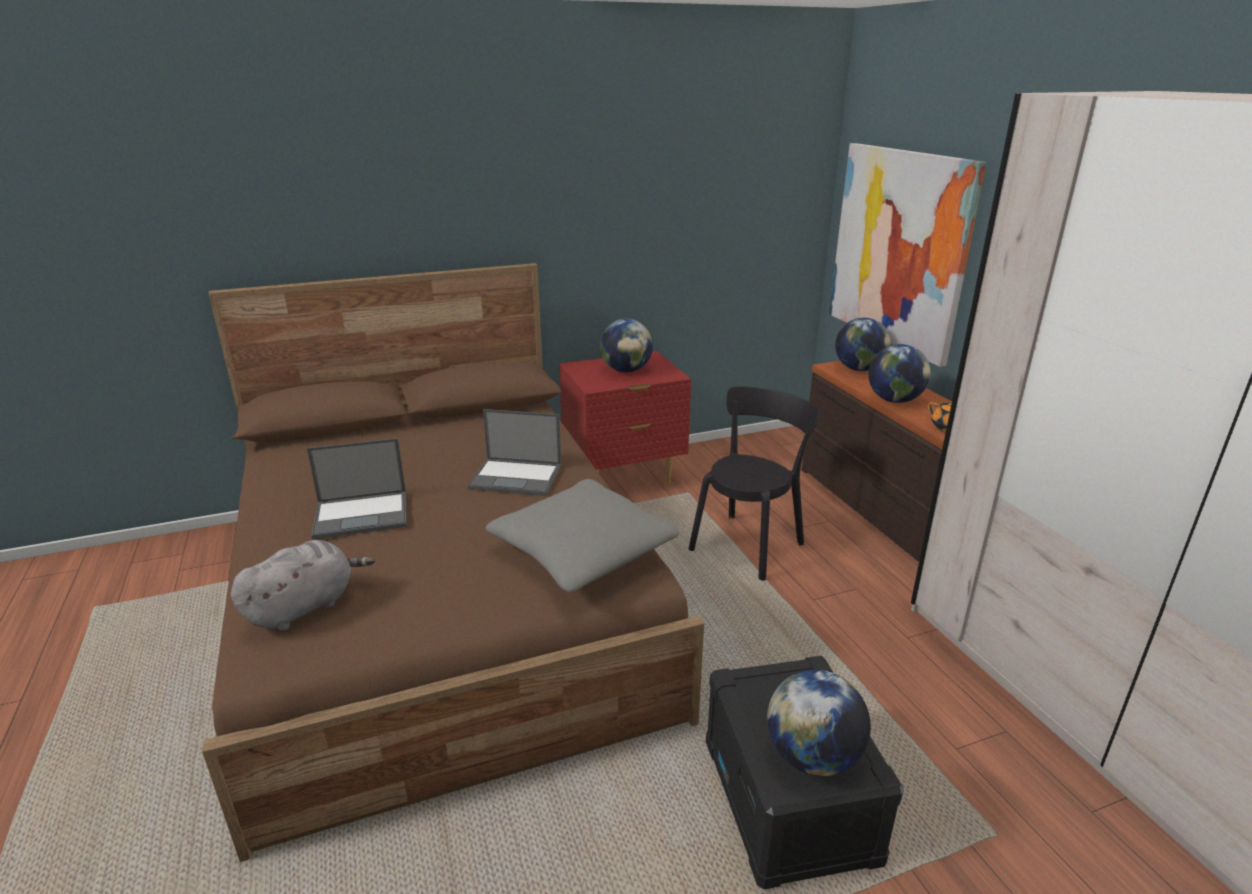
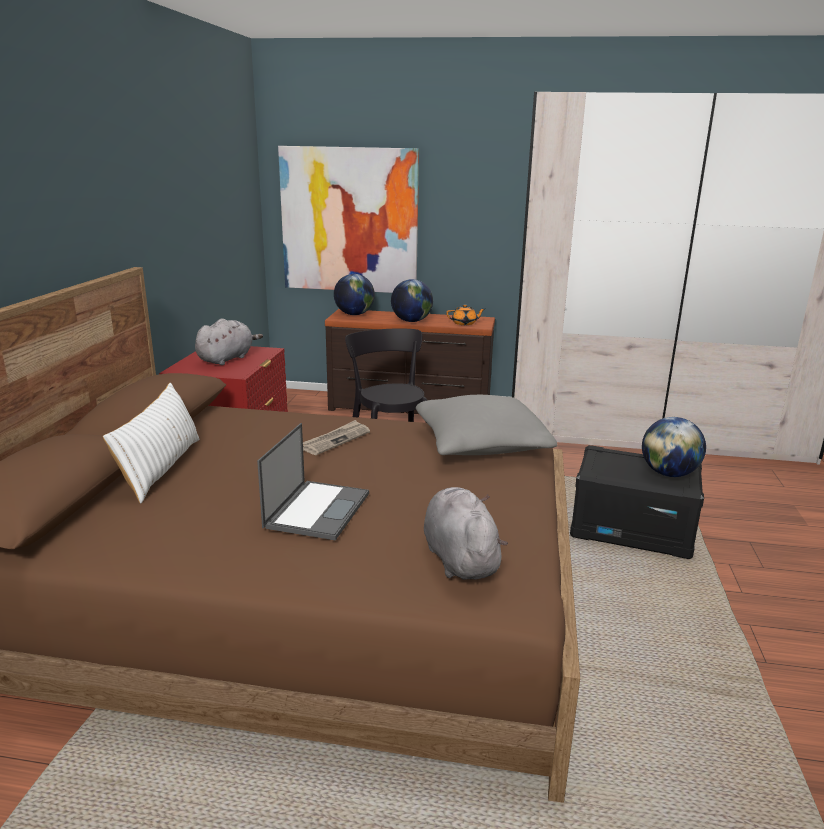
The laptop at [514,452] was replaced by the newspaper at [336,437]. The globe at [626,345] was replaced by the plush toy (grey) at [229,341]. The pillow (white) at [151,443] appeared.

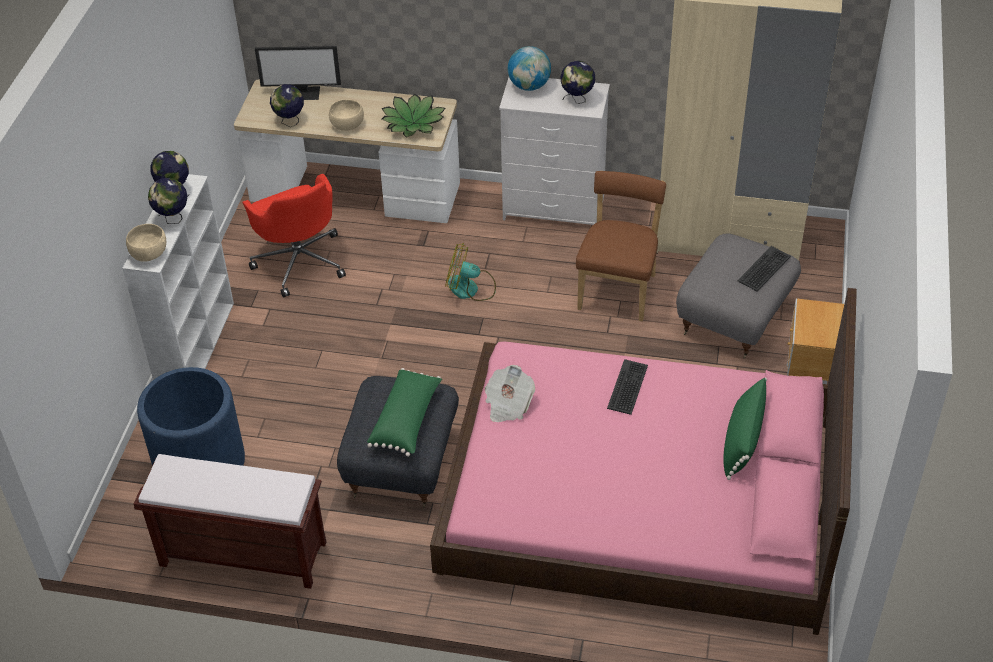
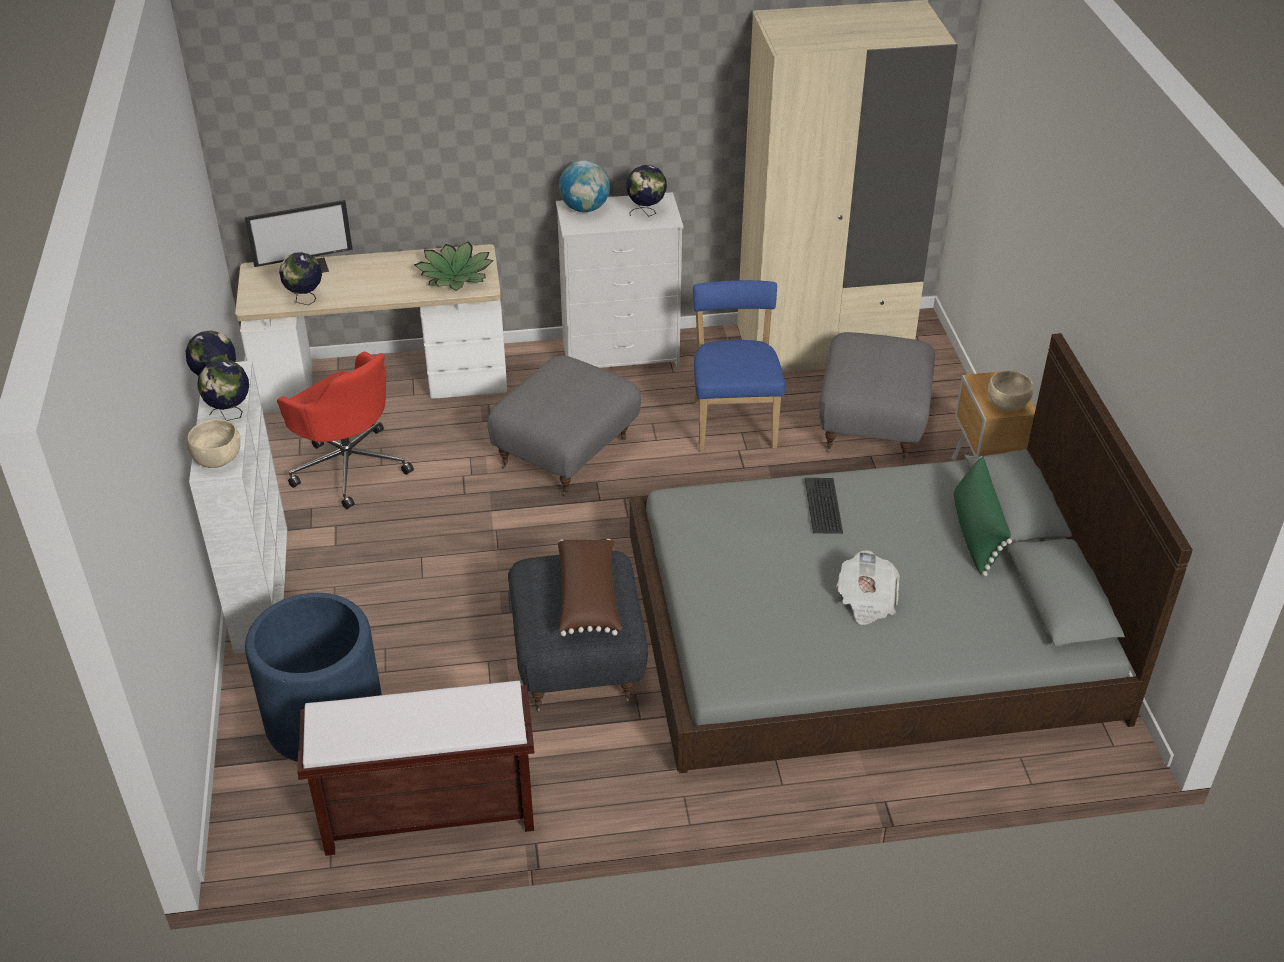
The bowl (beige) moved from [346,115] to [1010,391]. The pillow (green) at [404,412] became the pillow (brown) at [590,587]. The bed (pink) at [643,461] became the bed (grey) at [911,553]. The fan at [470,272] was replaced by the ottoman (grey) at [564,426]. The newspaper moved from [509,393] to [868,587]. The chair (brown) at [621,246] became the chair (blue) at [739,365]. The keyboard at [764,269] disappeared.

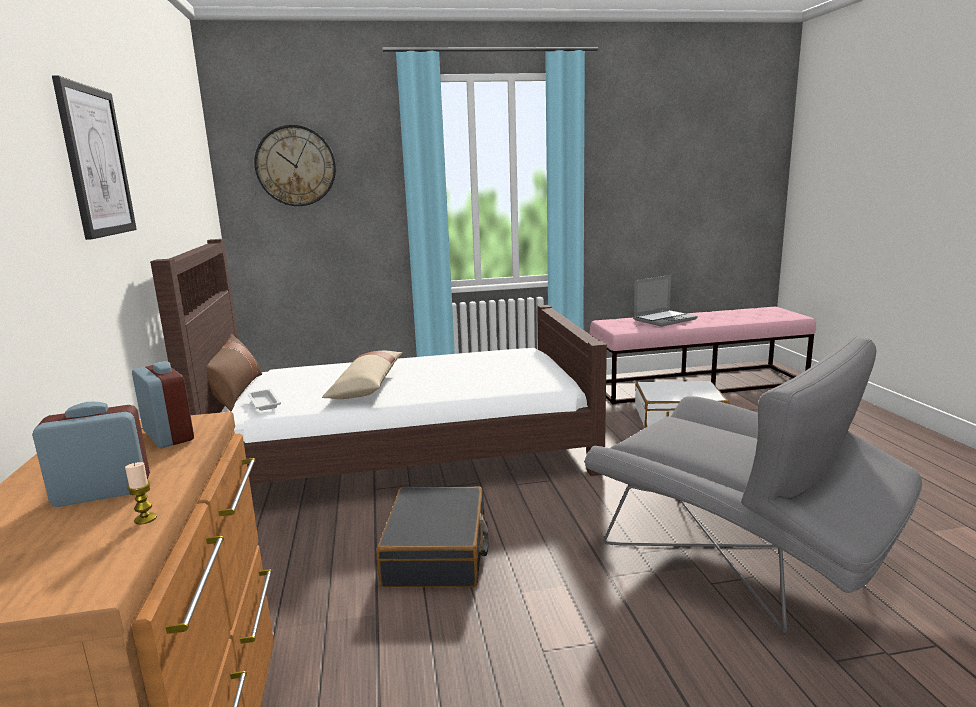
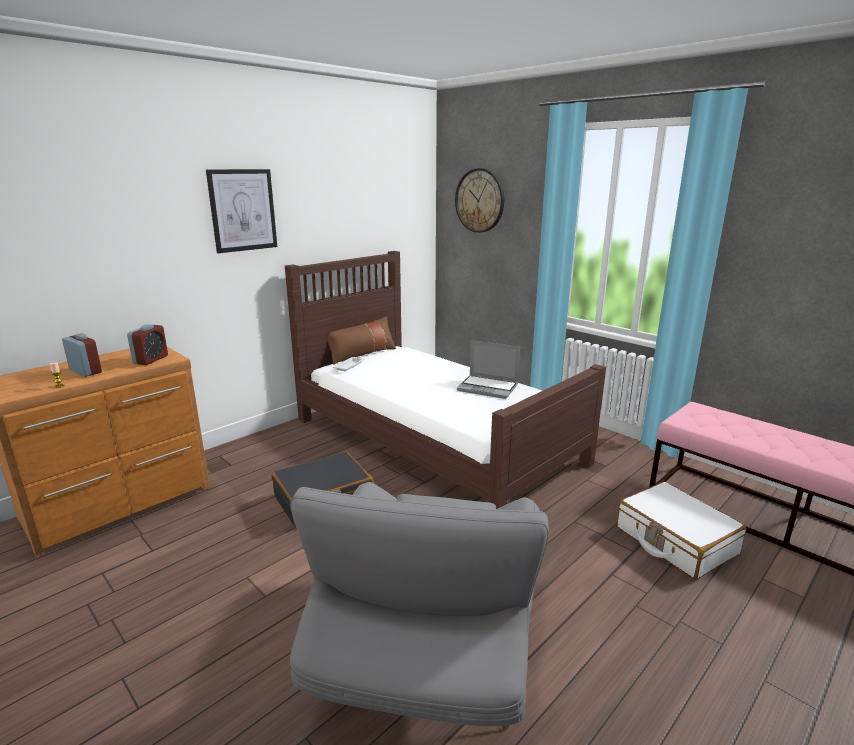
The pillow (beige) at [362,375] disappeared. The laptop moved from [665,301] to [488,369].

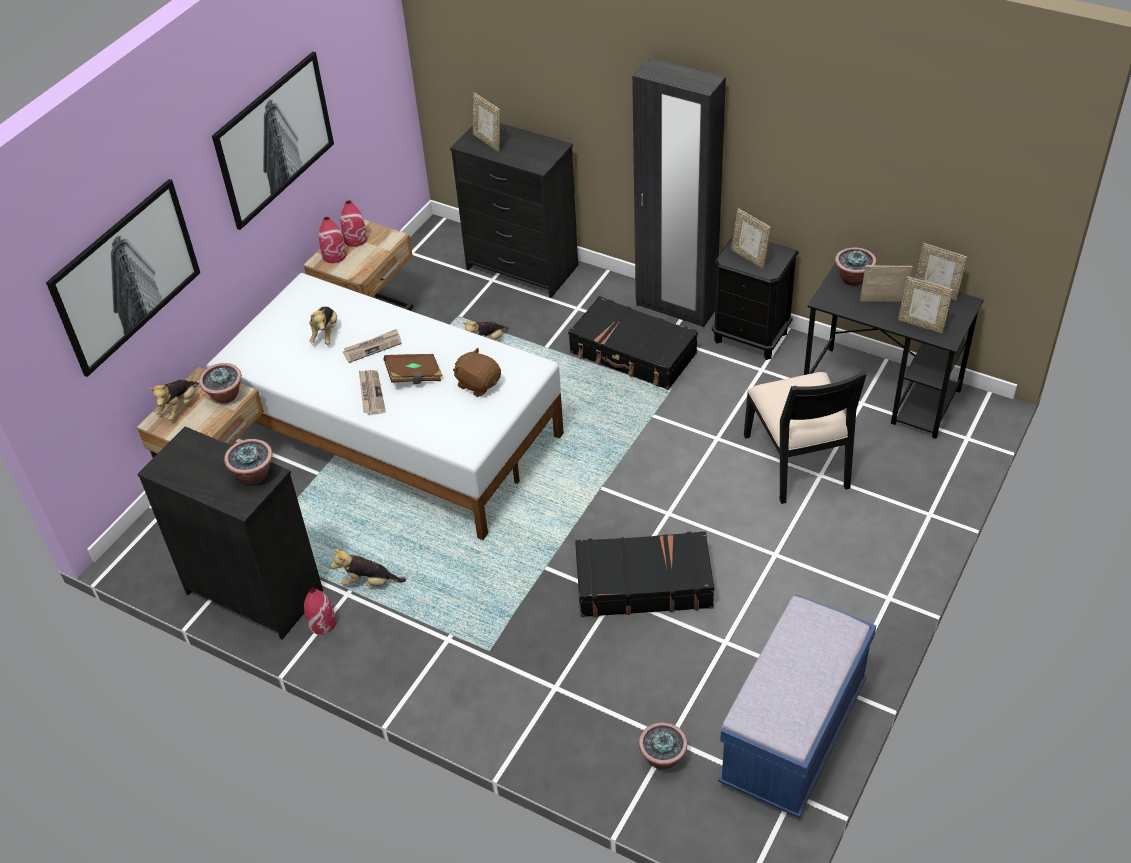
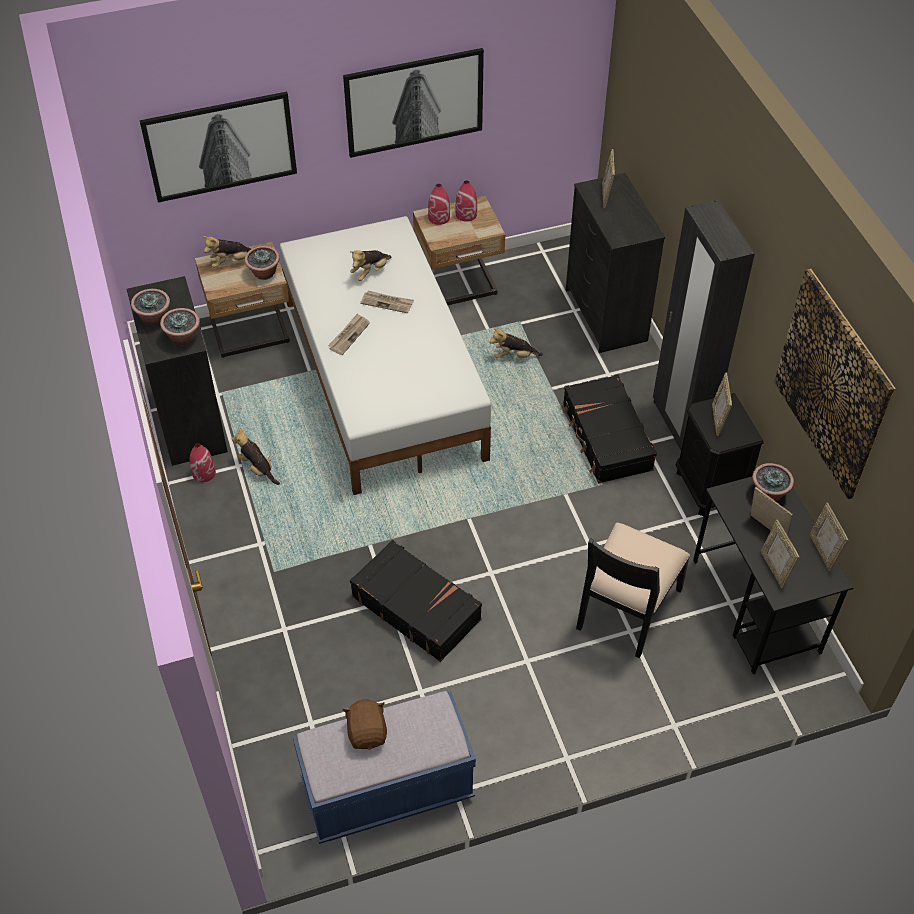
The book (brown) at [413,369] disappeared. The plush toy (brown) moved from [477,372] to [365,724]. The potted plant moved from [663,746] to [150,307]. The picture at [835,384] appeared.

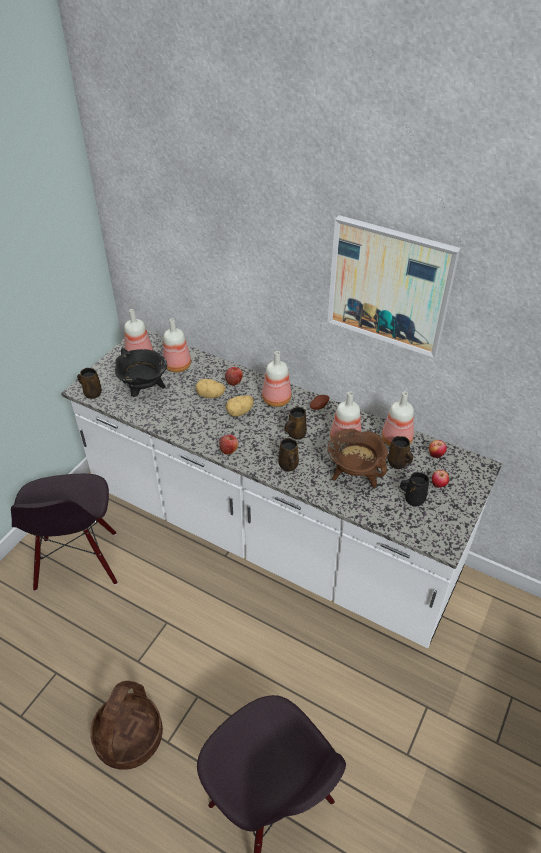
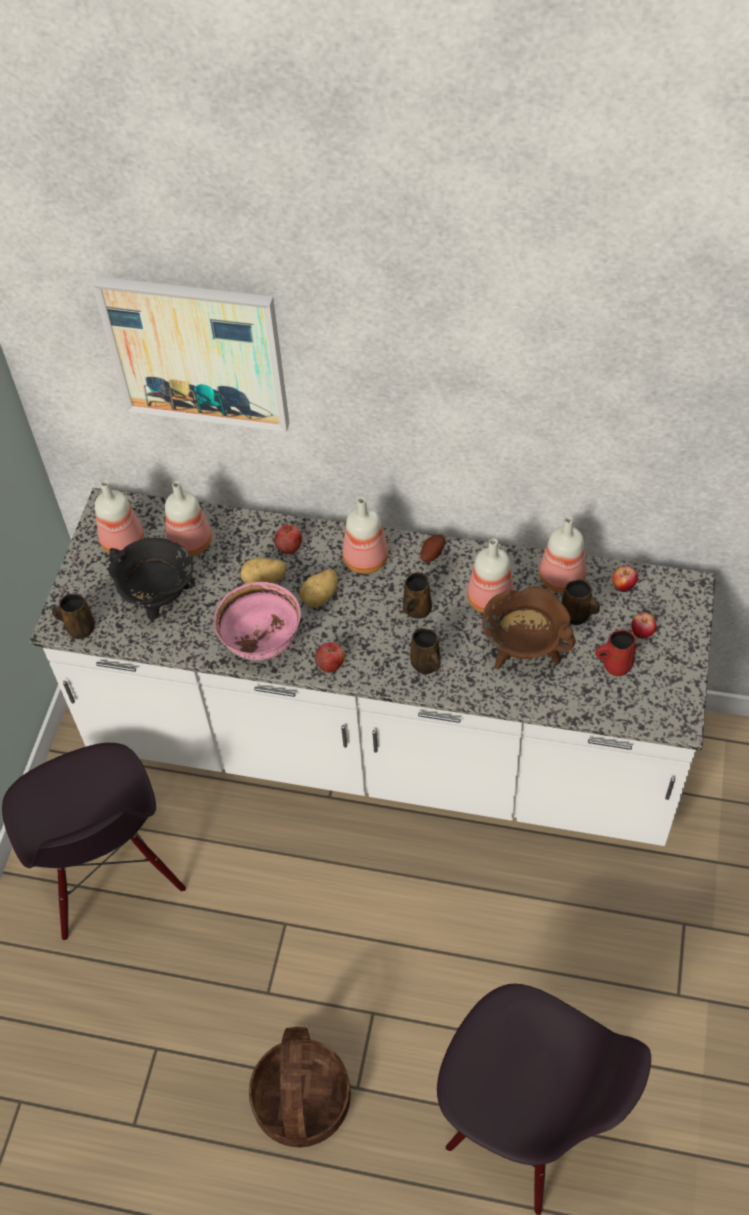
The picture moved from [394,286] to [191,354]. The mug (black) at [414,489] became the mug (red) at [615,653]. The bowl (pink) at [257,621] appeared.

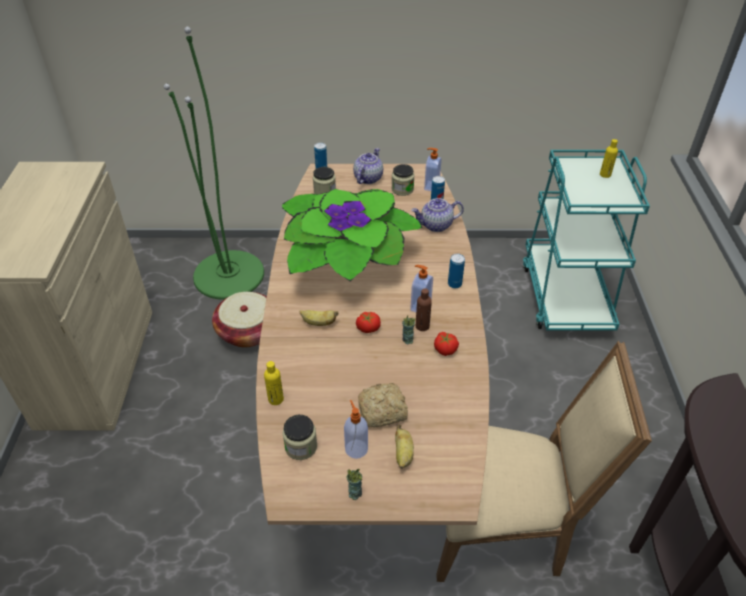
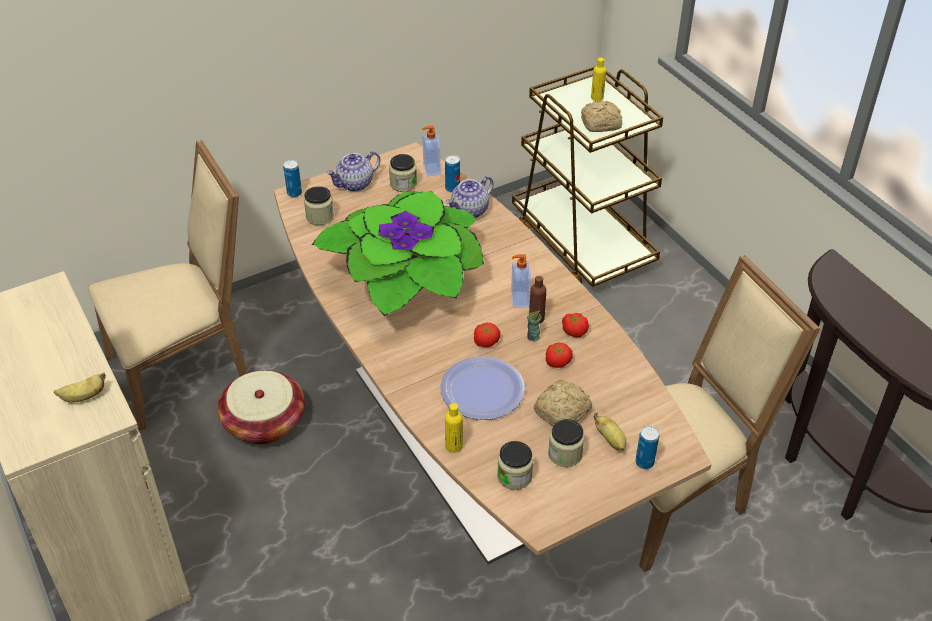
The floor lamp (green) at [214,163] was replaced by the chair (beige) at [167,285]. The banana moved from [318,318] to [80,388]. The soap dispenser at [356,429] was replaced by the jar at [566,443]. The cup at [354,484] disappeared. The teapot at [368,166] turned 120 degrees counterclockwise. The can moved from [456,270] to [647,447]. The cart (turquoise) at [586,240] became the cart (brown) at [587,176]. The plate at [482,388] appeared. The tomato at [559,355] appeared. The bread at [601,116] appeared.

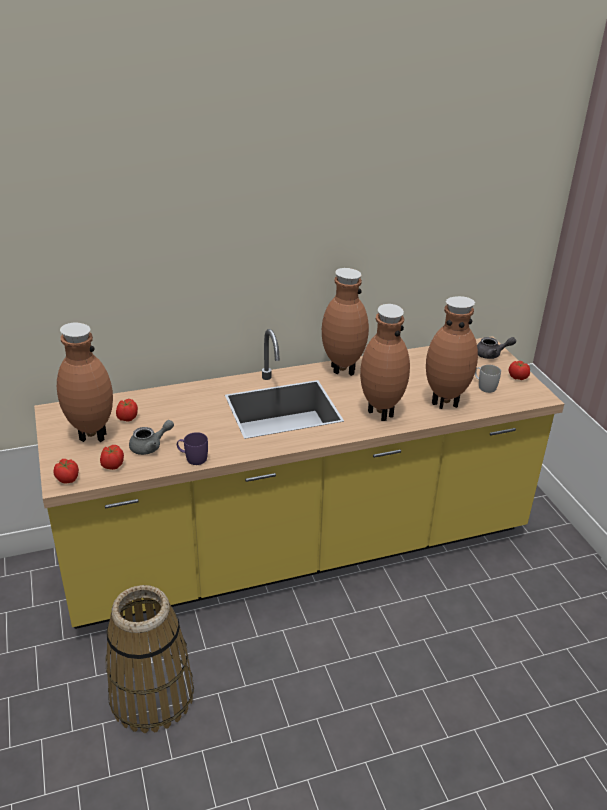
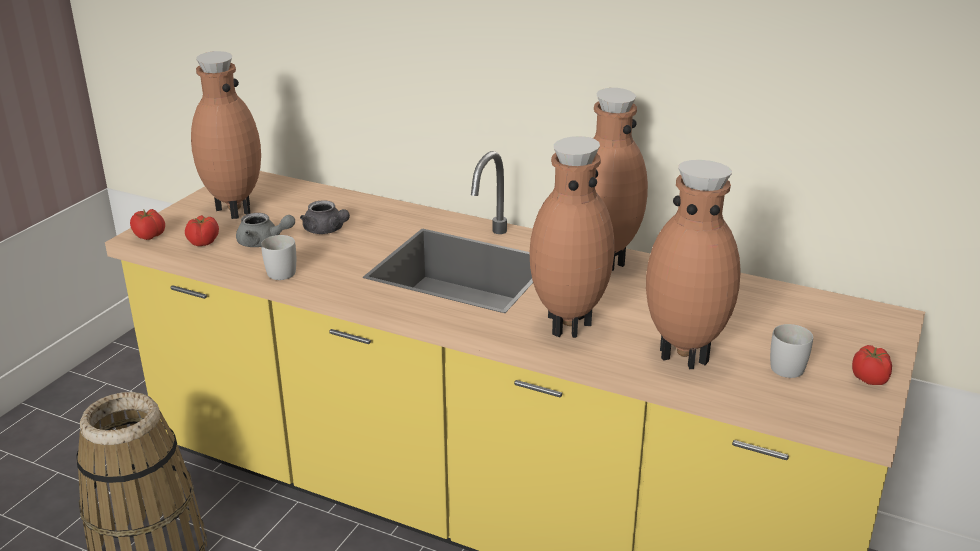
The tomato at [127,410] disappeared. The mug (purple) at [192,448] became the mug (white) at [278,257]. The teapot (grey) moved from [496,348] to [325,217].

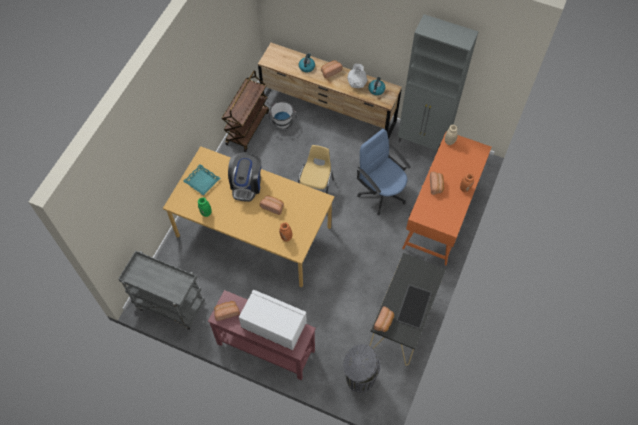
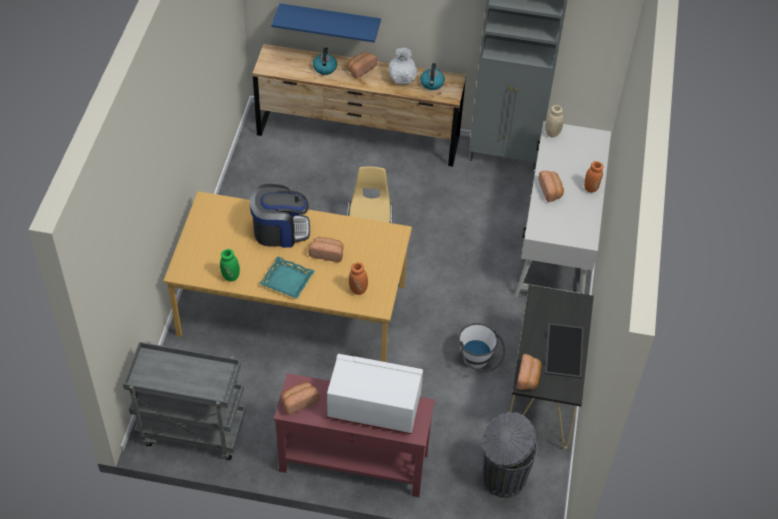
The tray (turquoise) moved from [201,180] to [287,277]. The cart (brown) at [245,111] disappeared. The coffee machine at [244,177] turned 90 degrees counterclockwise. The bucket (white) moved from [283,116] to [481,347]. The office chair (blue) at [383,172] disappeared. The desk (orange) at [447,198] became the desk (white) at [562,209]. The shelf (blue) at [326,22] appeared.

